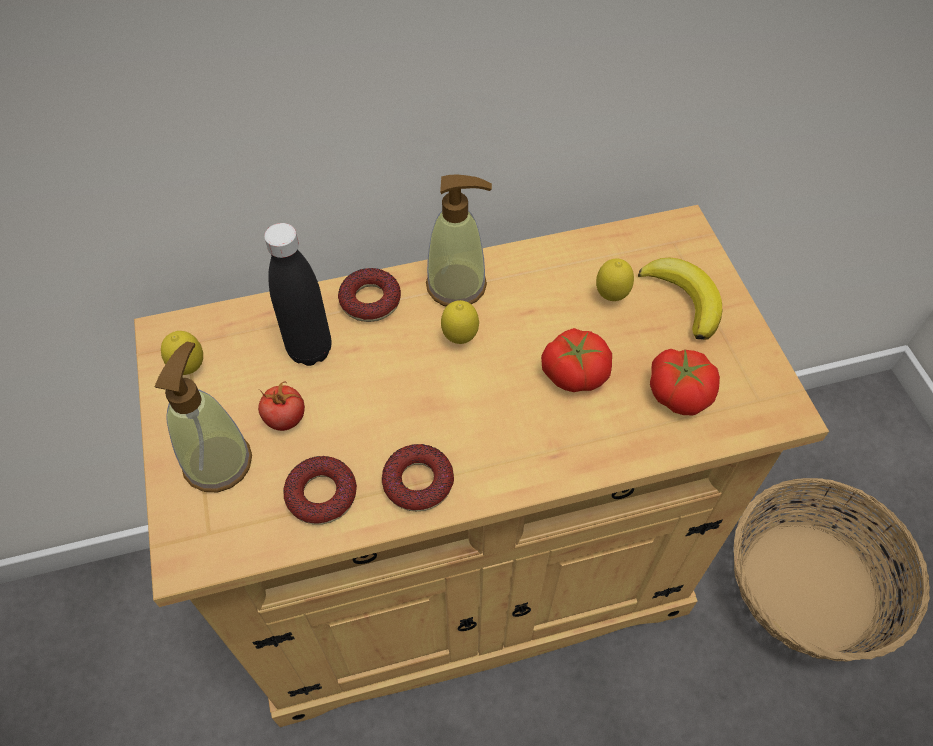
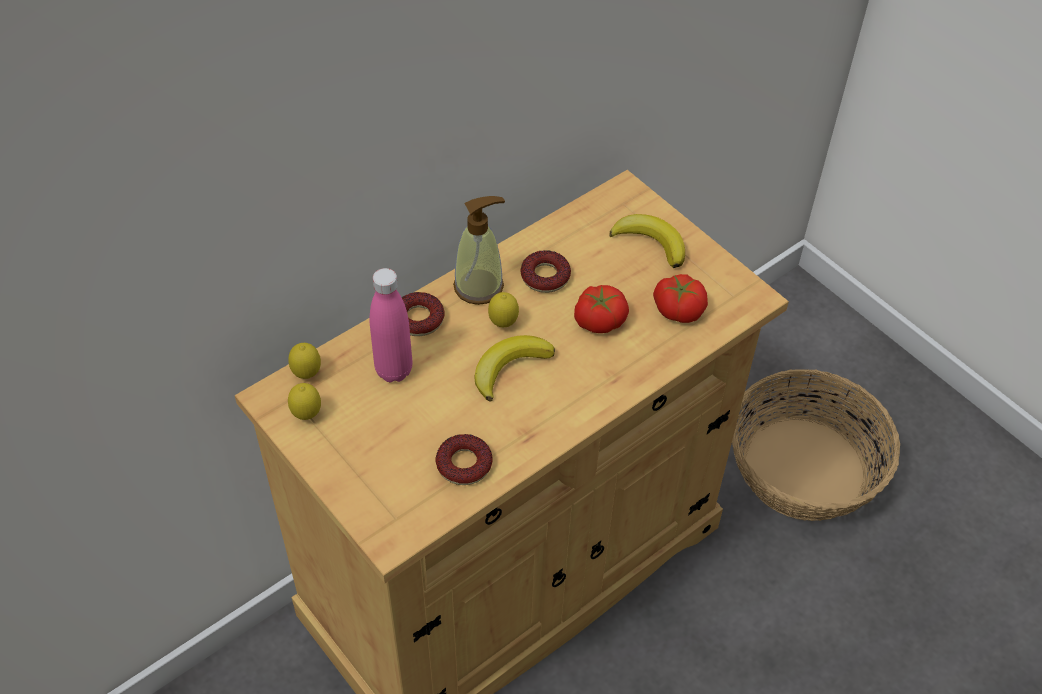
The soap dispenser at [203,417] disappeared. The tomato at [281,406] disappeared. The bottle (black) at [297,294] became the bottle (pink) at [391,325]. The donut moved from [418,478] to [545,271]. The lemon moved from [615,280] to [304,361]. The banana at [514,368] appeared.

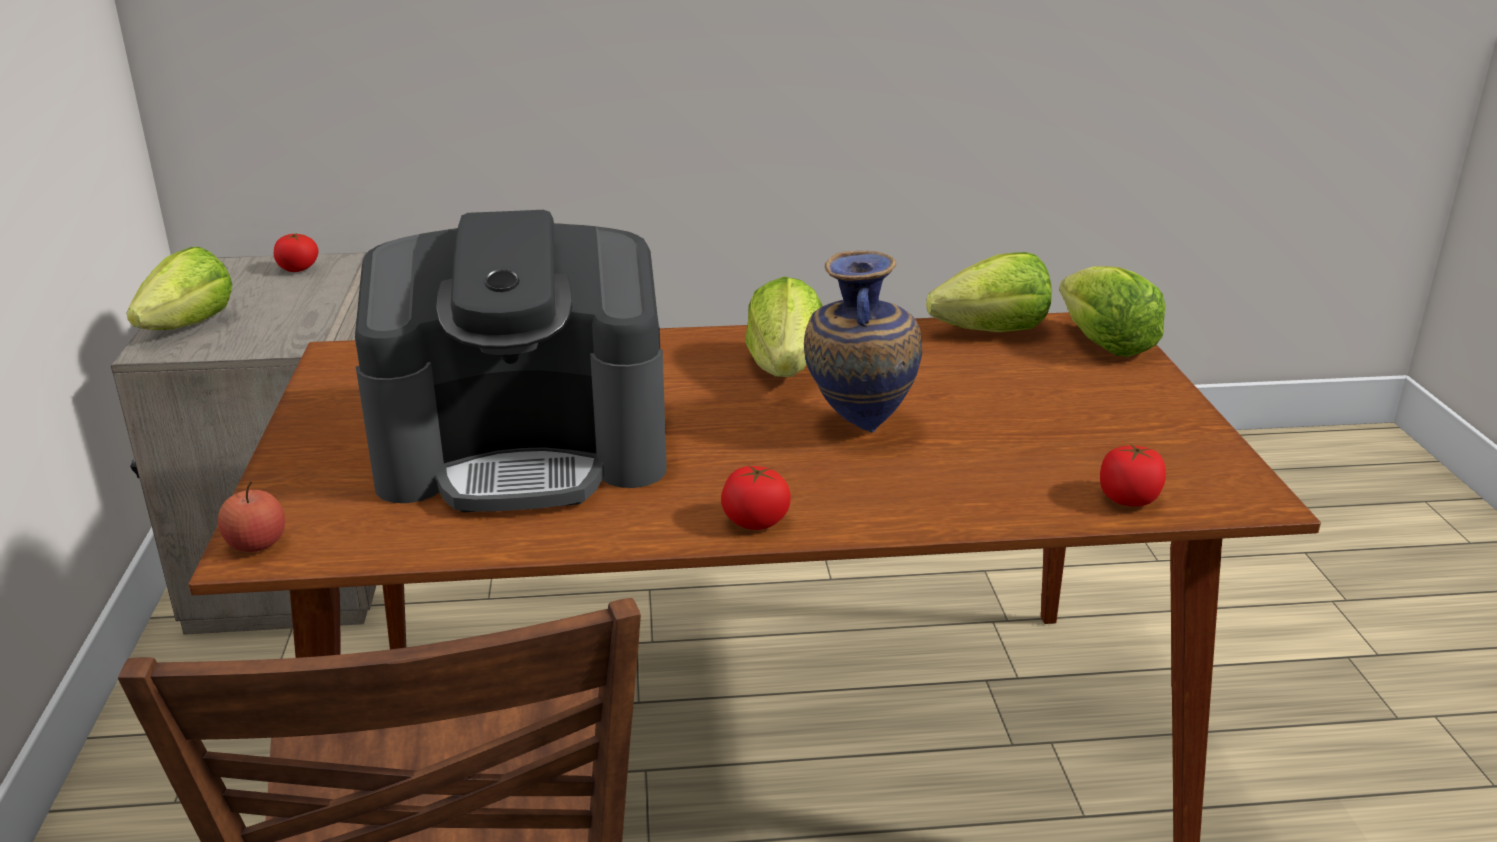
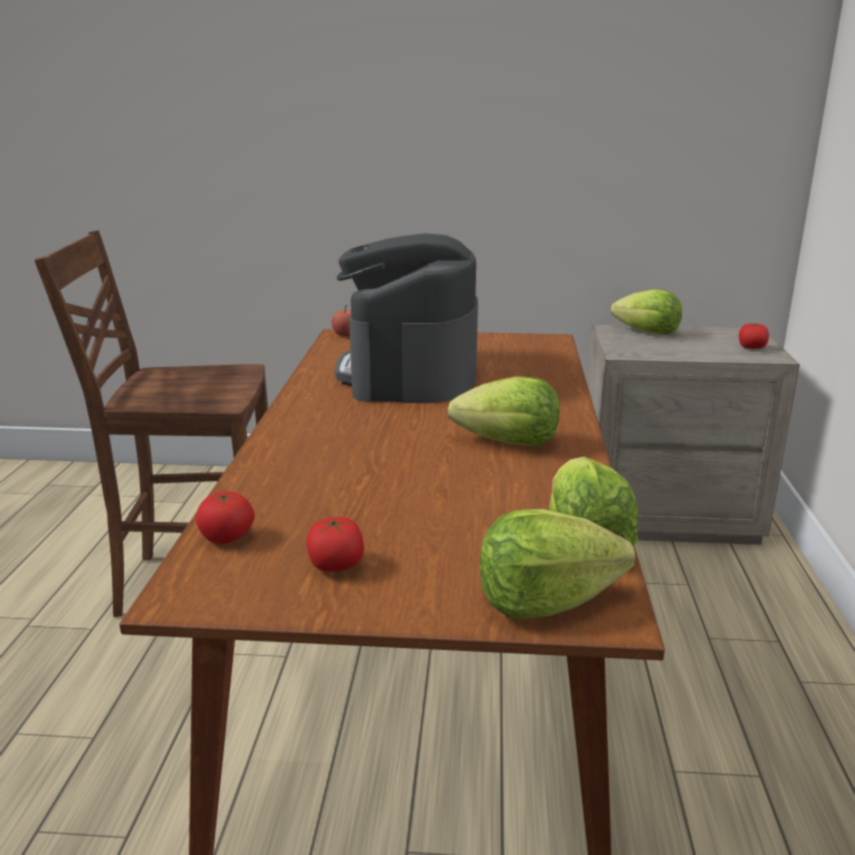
The tomato moved from [756,497] to [335,544]. The vase at [863,342] disappeared.

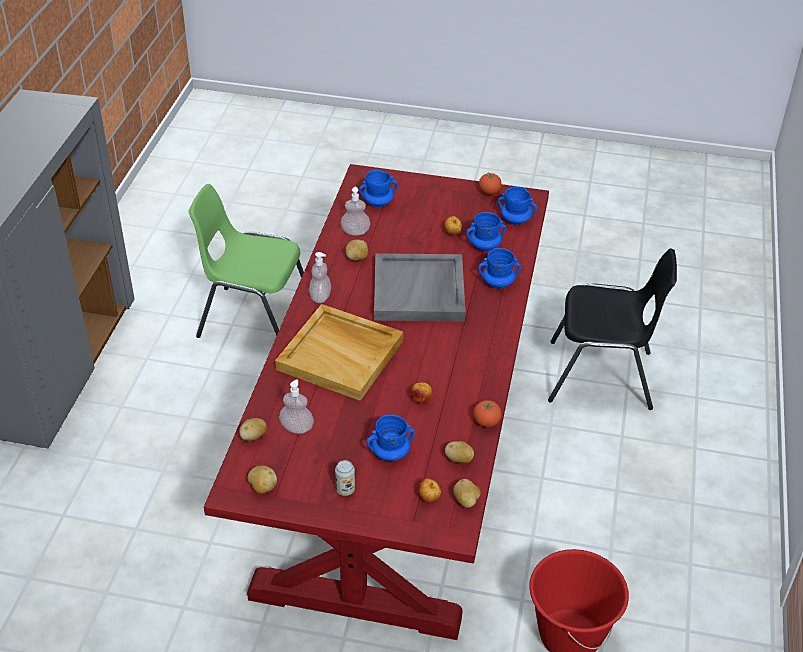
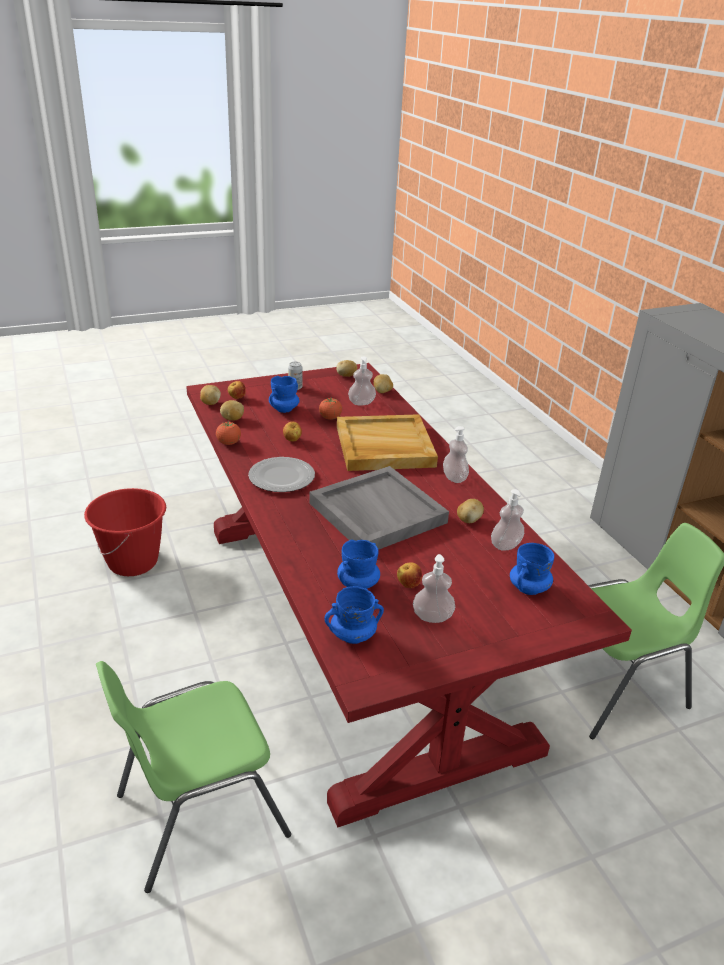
The mug (blue) at [499,268] disappeared. The tomato moved from [490,183] to [330,409]. The chair (black) at [612,329] became the chair (green) at [193,777]. The plate at [281,474] appeared. The soap dispenser at [434,588] appeared.

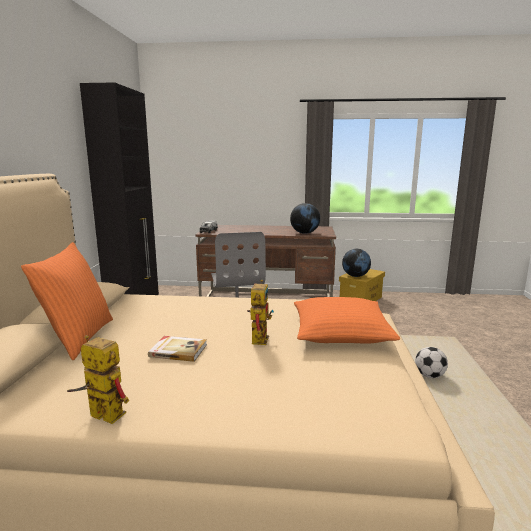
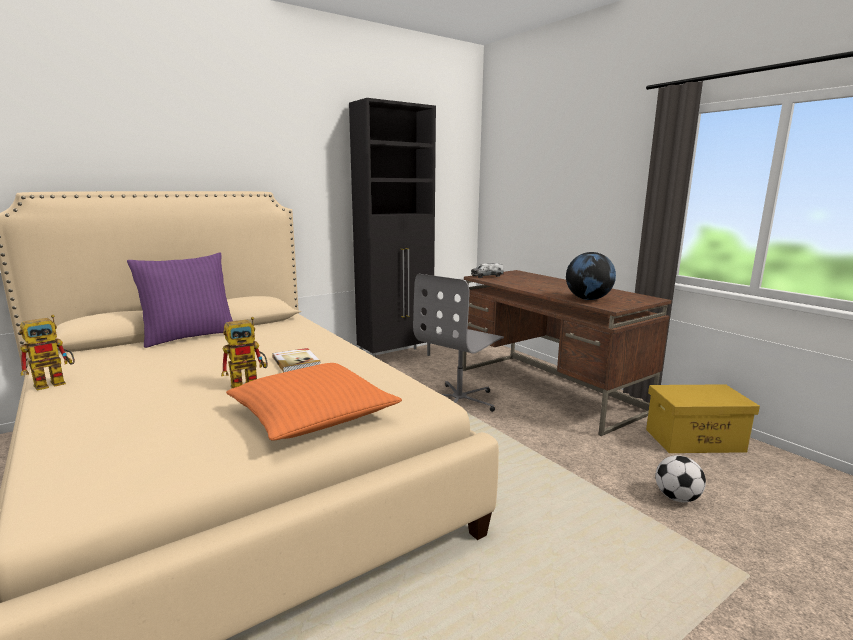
The pillow (orange) at [67,301] became the pillow (purple) at [180,300]. The toy robot at [98,379] turned 60 degrees clockwise. The book moved from [177,349] to [296,360]. The globe at [356,263] disappeared. The football moved from [431,362] to [680,478].

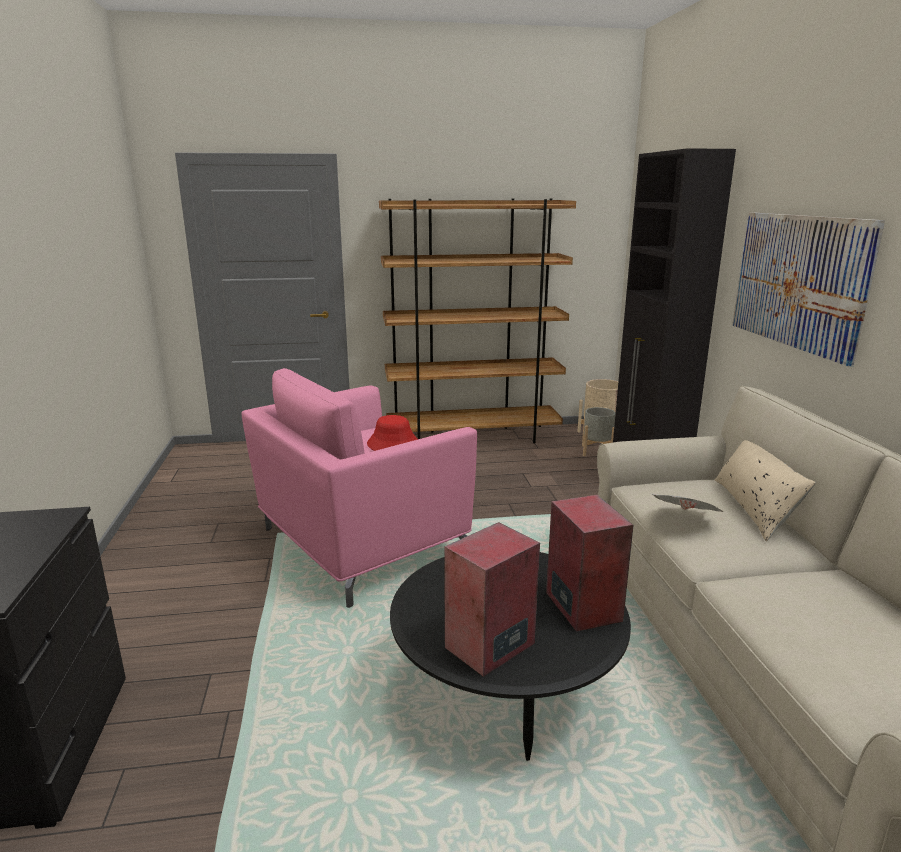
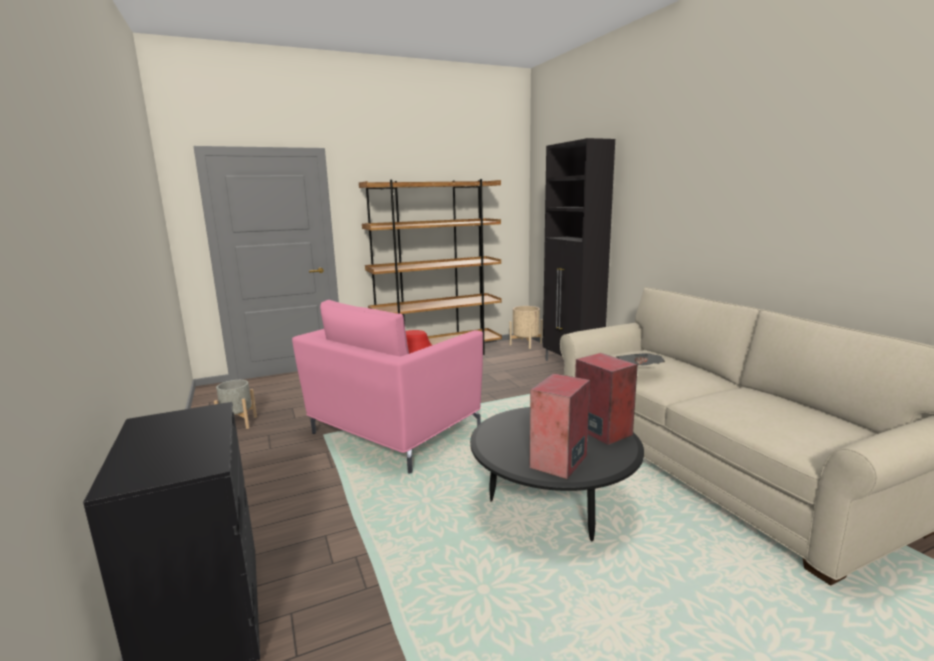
The planter (grey) moved from [599,431] to [235,404]. The pillow (beige) at [765,490] disappeared. The picture at [808,289] disappeared.

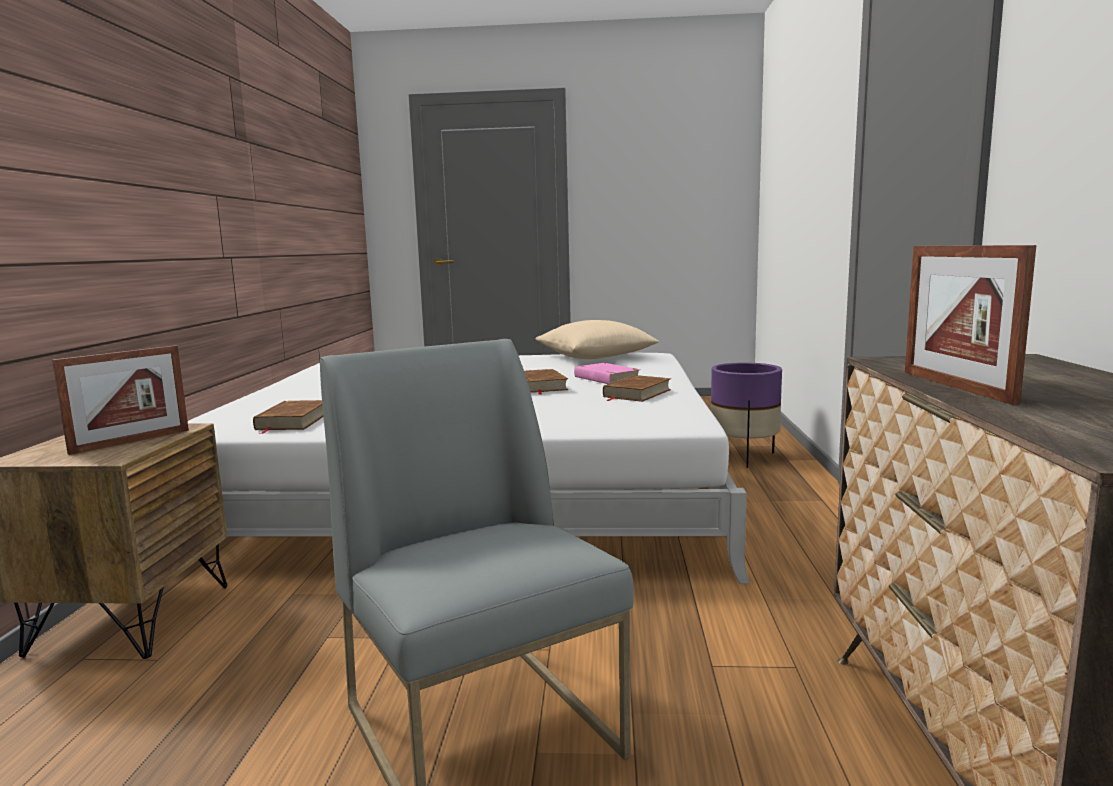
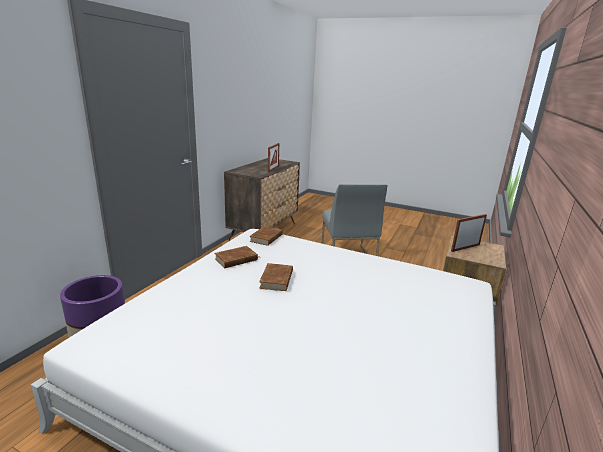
The book (brown) moved from [288,417] to [266,236]. The pillow (beige) at [598,339] disappeared. The book (pink) at [607,373] disappeared.

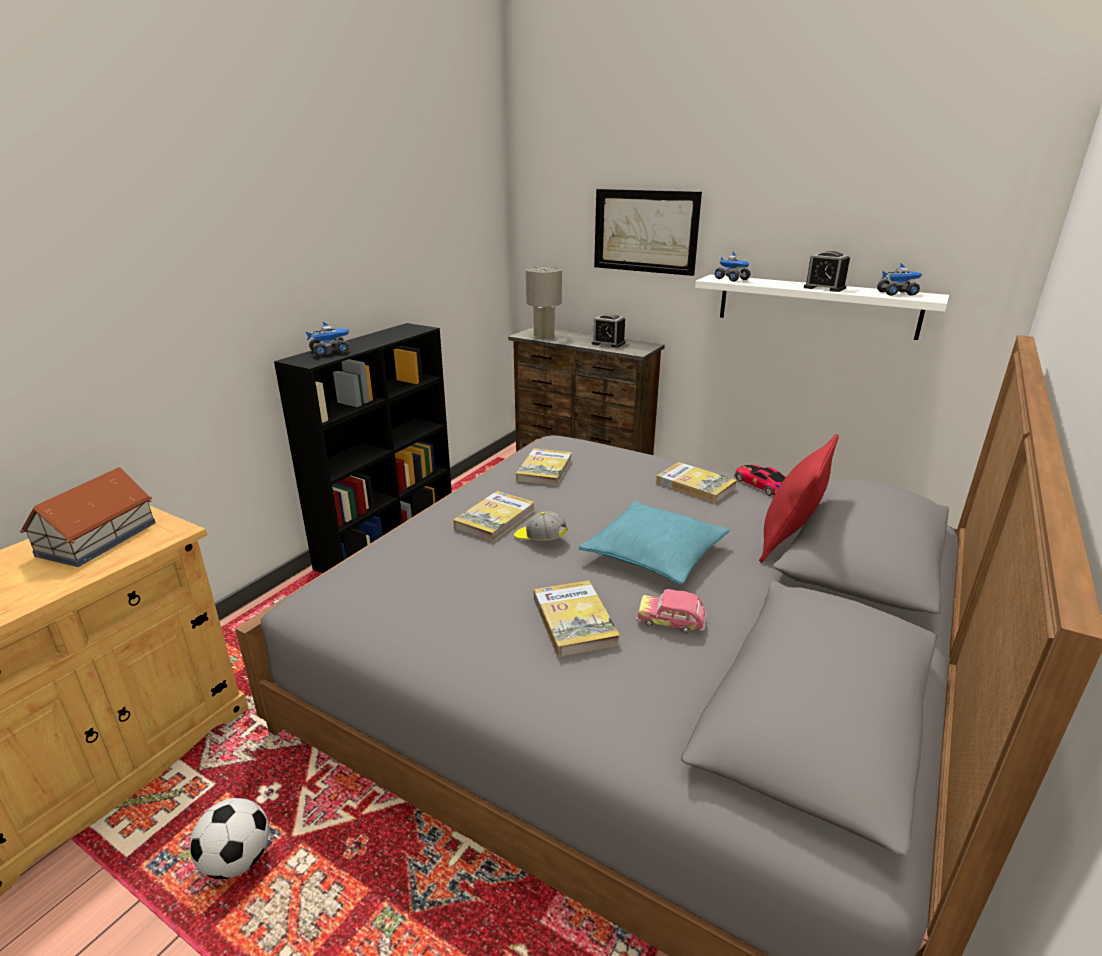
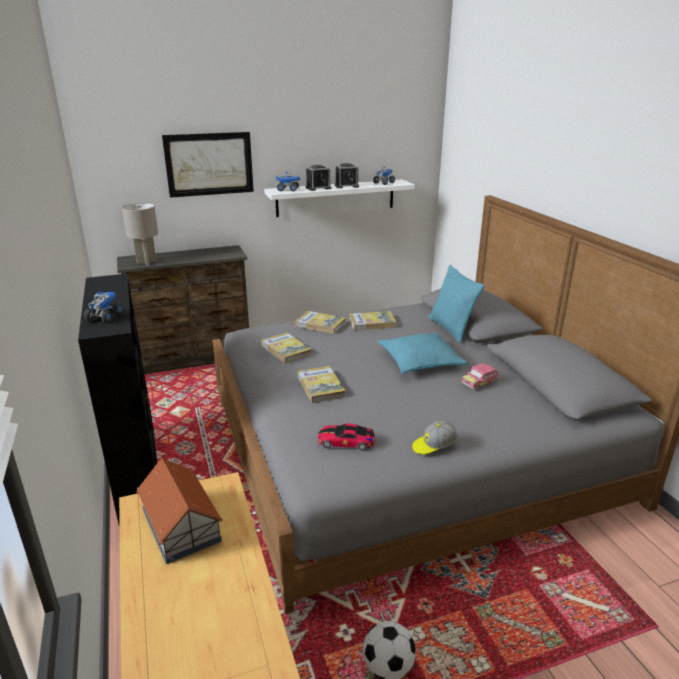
The cap moved from [541,526] to [435,438]. The book moved from [577,618] to [320,322]. The alarm clock moved from [608,331] to [318,178]. The toy car moved from [760,480] to [346,437]. The pillow (red) at [799,498] became the pillow (turquoise) at [456,304].

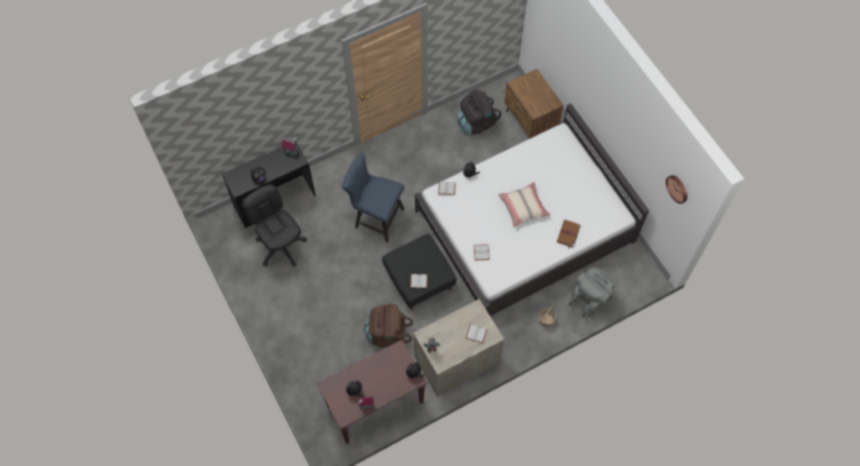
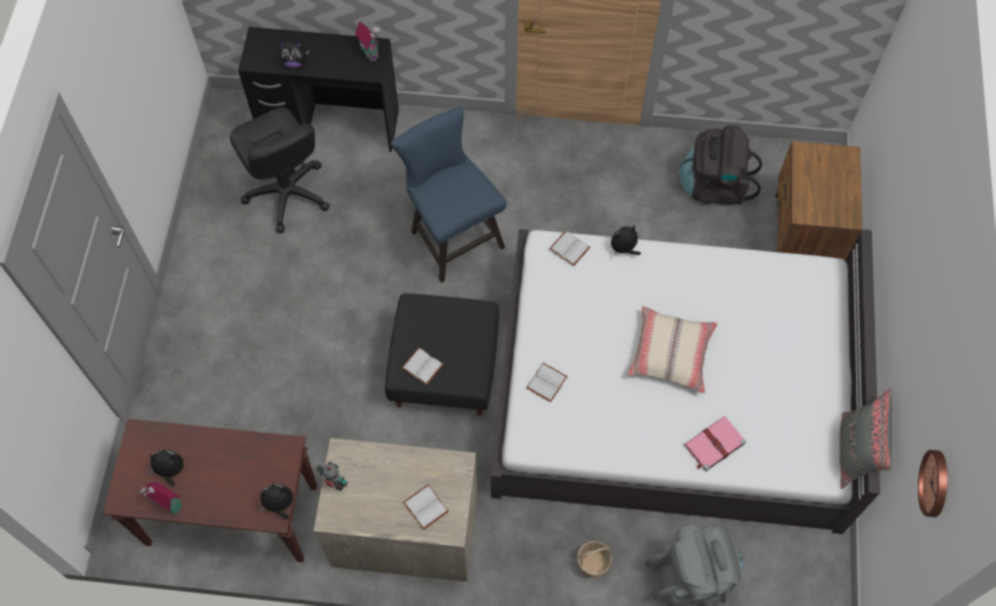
The office chair (black) at [274,225] turned 150 degrees clockwise. The backpack (brown) at [388,326] disappeared. The book (brown) at [569,234] became the book (pink) at [715,444]. The pillow (grey) at [865,439] appeared.

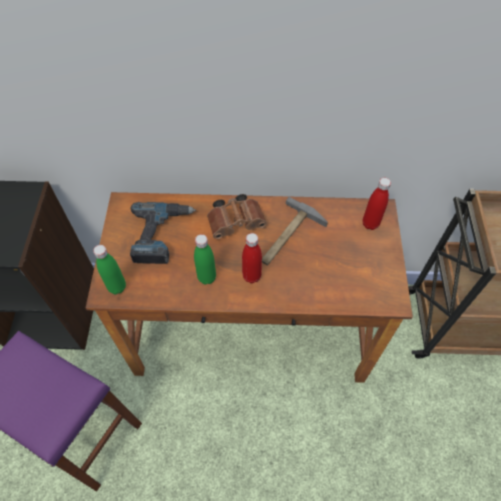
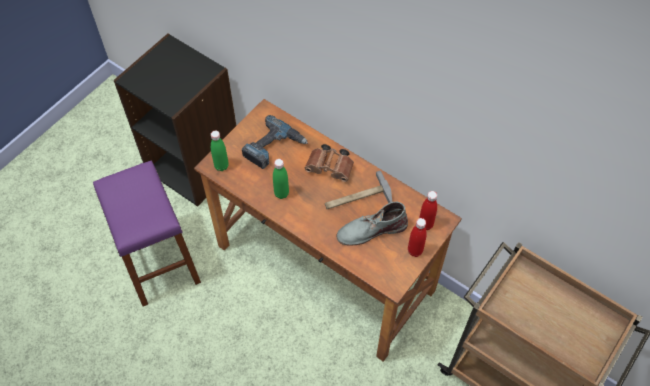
The bottle (red) moved from [252,258] to [417,237]. The boot (grey) at [372,223] appeared.

